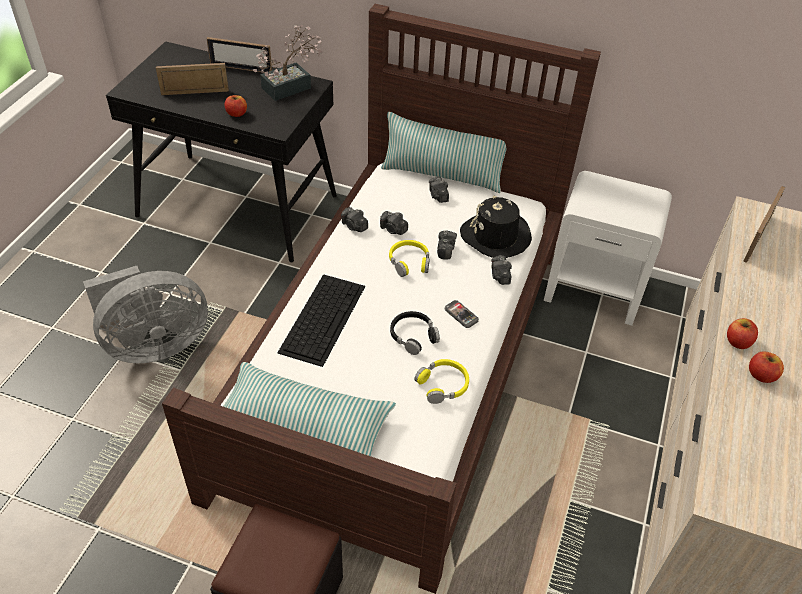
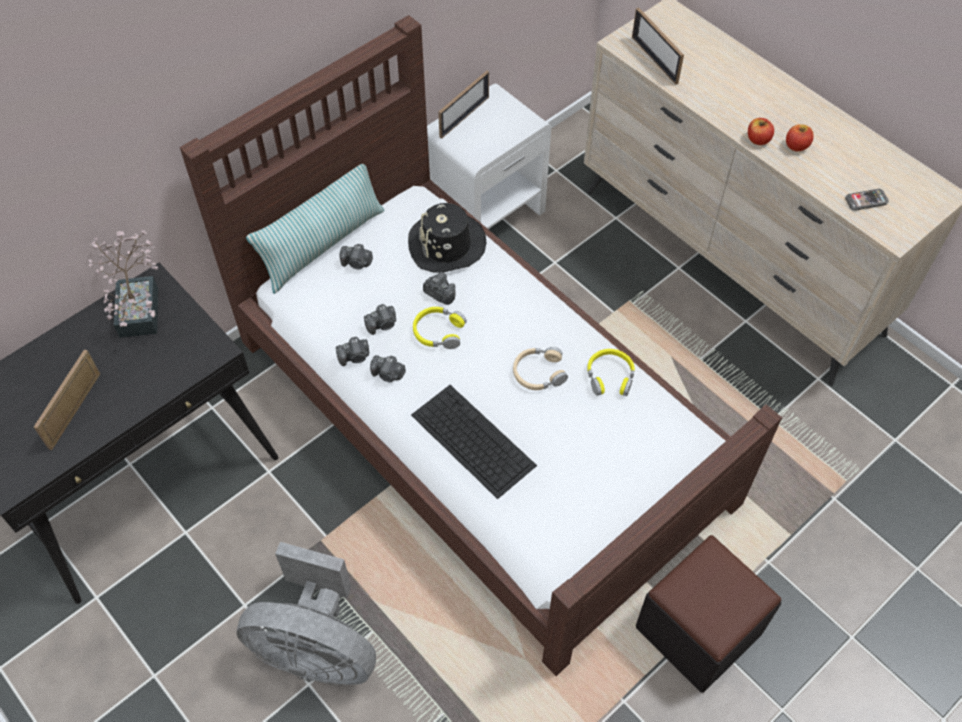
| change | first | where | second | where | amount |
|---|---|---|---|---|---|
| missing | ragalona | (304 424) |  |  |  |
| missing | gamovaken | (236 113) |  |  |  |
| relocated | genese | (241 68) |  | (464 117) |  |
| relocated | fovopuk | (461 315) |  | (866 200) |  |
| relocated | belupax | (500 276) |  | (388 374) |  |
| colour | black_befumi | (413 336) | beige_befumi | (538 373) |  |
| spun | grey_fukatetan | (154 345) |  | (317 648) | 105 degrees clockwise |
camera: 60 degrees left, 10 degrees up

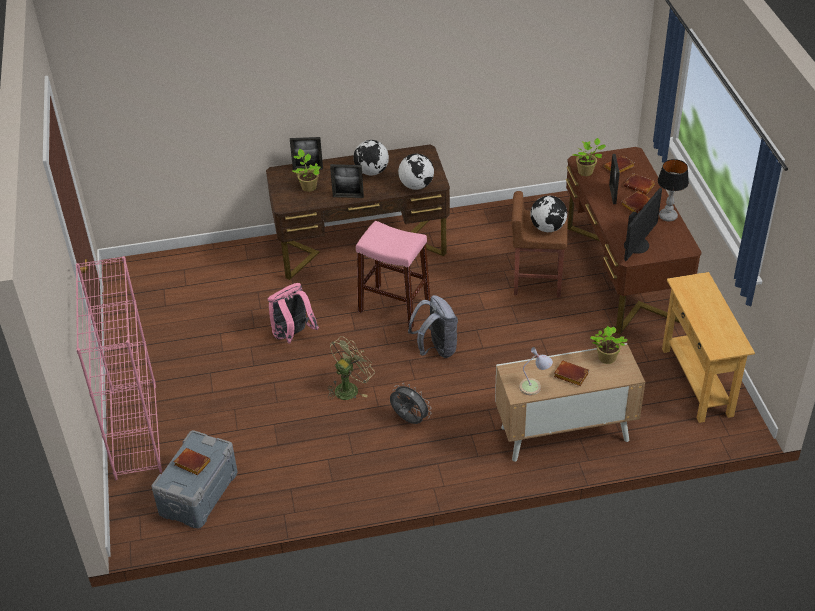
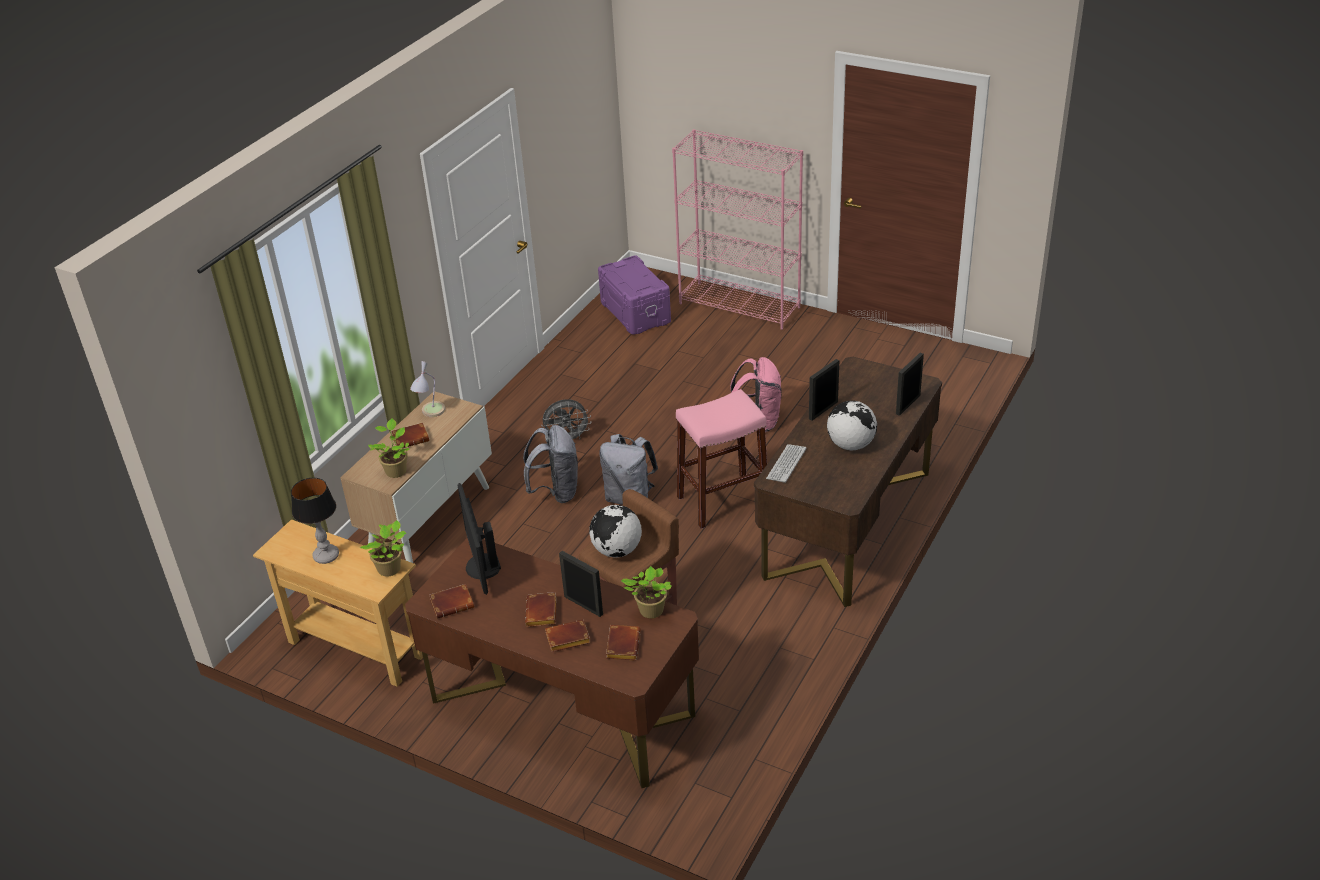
| change | first | where | second | where | amount |
|---|---|---|---|---|---|
| missing | green_fukatetan | (349 388) |  |  |  |
| appeared |  |  | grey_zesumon | (556 492) |  |
| relocated | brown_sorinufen | (191 464) |  | (453 603) |  |
| relocated | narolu | (308 186) |  | (391 569) |  |
| relocated | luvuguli | (668 216) |  | (326 556) |  |
| exchanged | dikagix | (416 186) | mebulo | (786 464) |  |
| colour | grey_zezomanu | (199 493) | purple_zezomanu | (634 313) |  |
camera: 130 degrees right, 5 degrees down

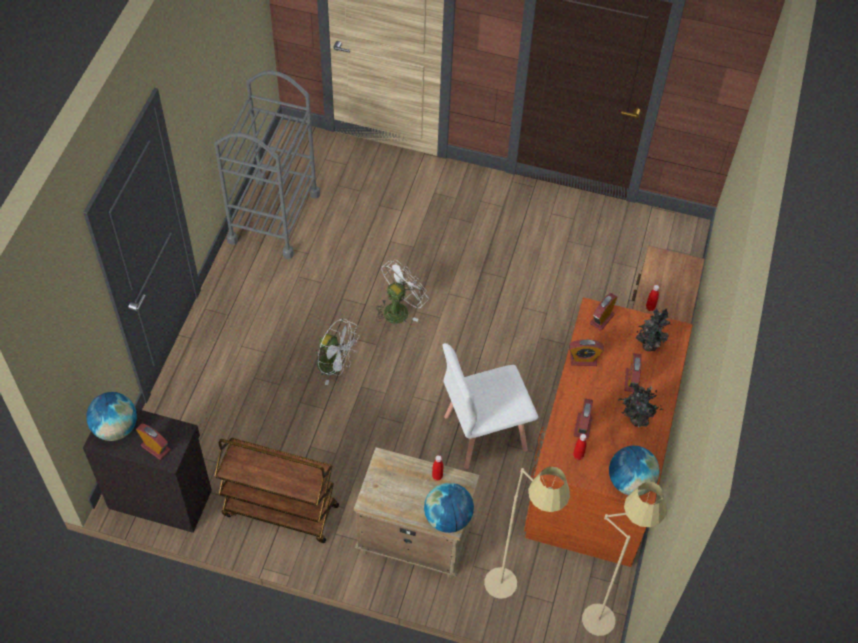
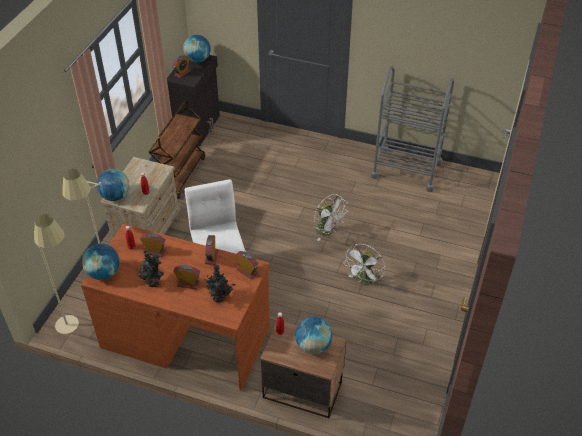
| change | first | where | second | where | amount |
|---|---|---|---|---|---|
| appeared |  |  | dikagix | (313 346) |  |
| relocated | white_fukatetan | (336 366) |  | (364 281) |  |
camera: 95 degrees right, 10 degrees down

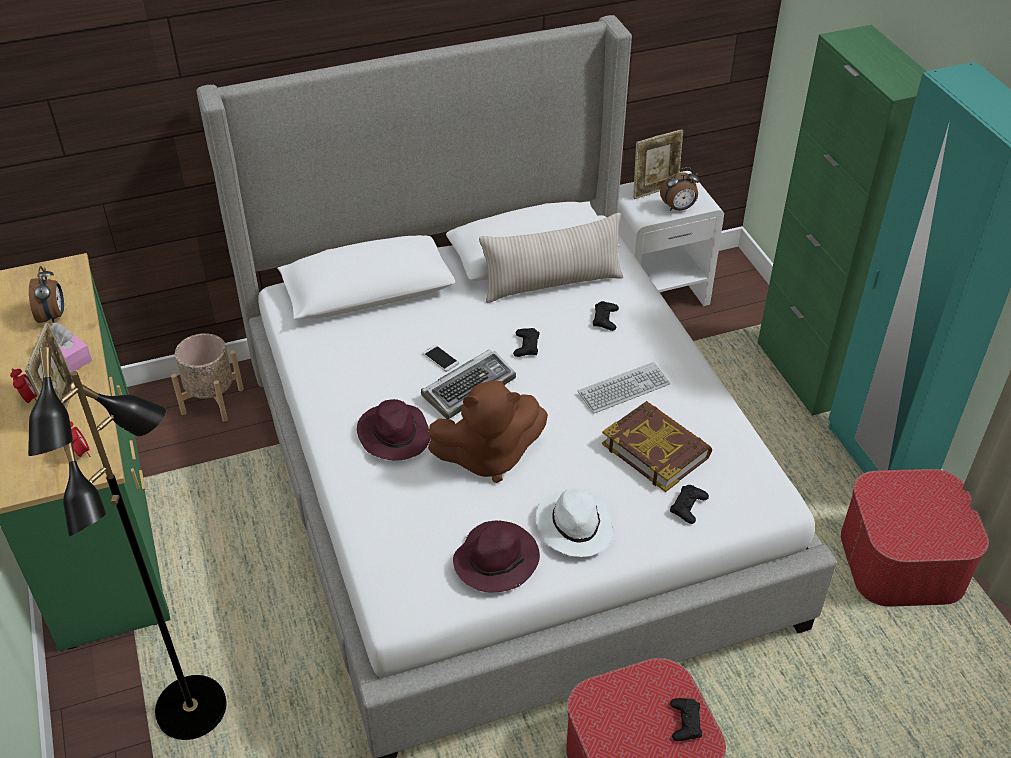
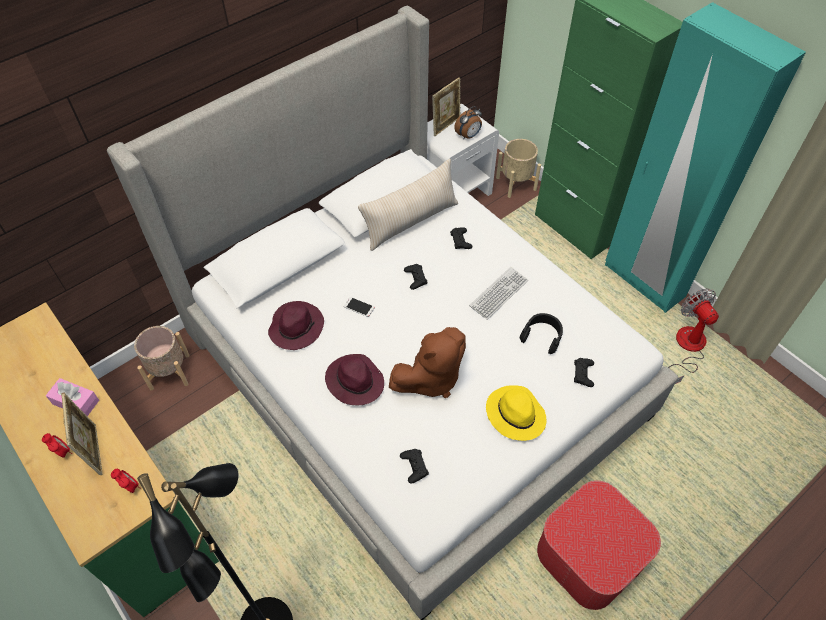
| change | first | where | second | where | amount |
|---|---|---|---|---|---|
| missing | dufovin | (53 316) |  |  |  |
| missing | mebulo | (469 388) |  |  |  |
| appeared |  |  | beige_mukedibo | (516 184) |  |
| relocated | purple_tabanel | (497 559) |  | (296 327) |  |
| relocated | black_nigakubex | (685 722) |  | (414 466) |  |
| exchanged | sorinufen | (656 450) | black_befumi | (542 336) |  |
| exchanged | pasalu | (901 561) | fukatetan | (687 348) |  |
| colour | white_tabanel | (574 526) | yellow_tabanel | (514 414) |  |
camera: 20 degrees left, 10 degrees up

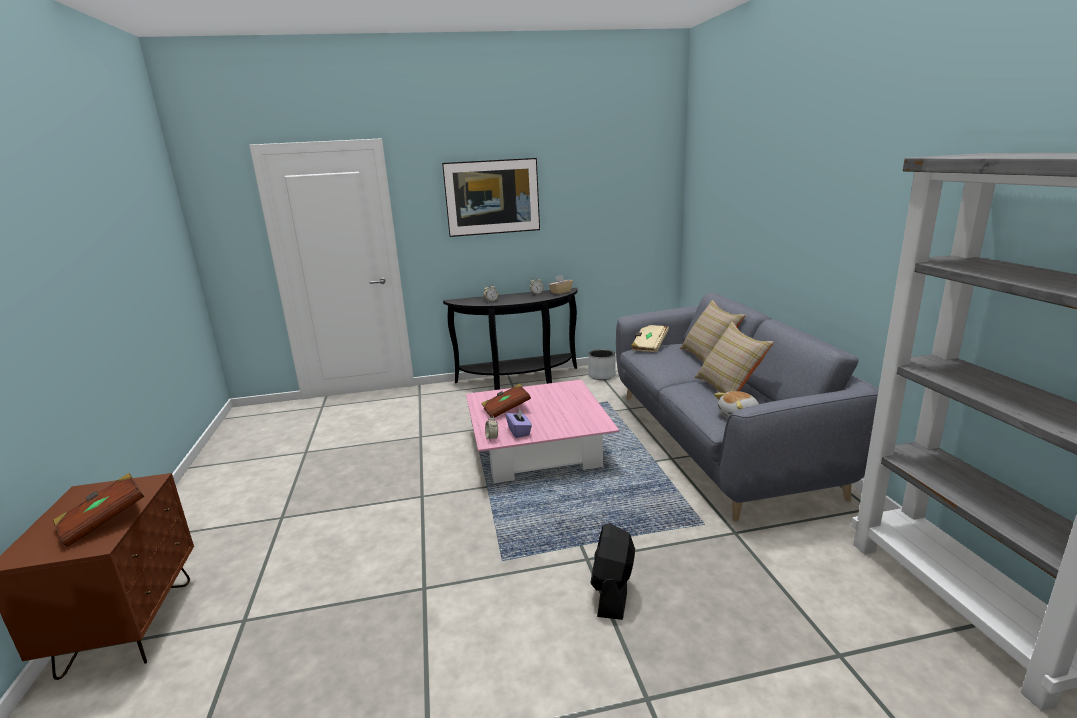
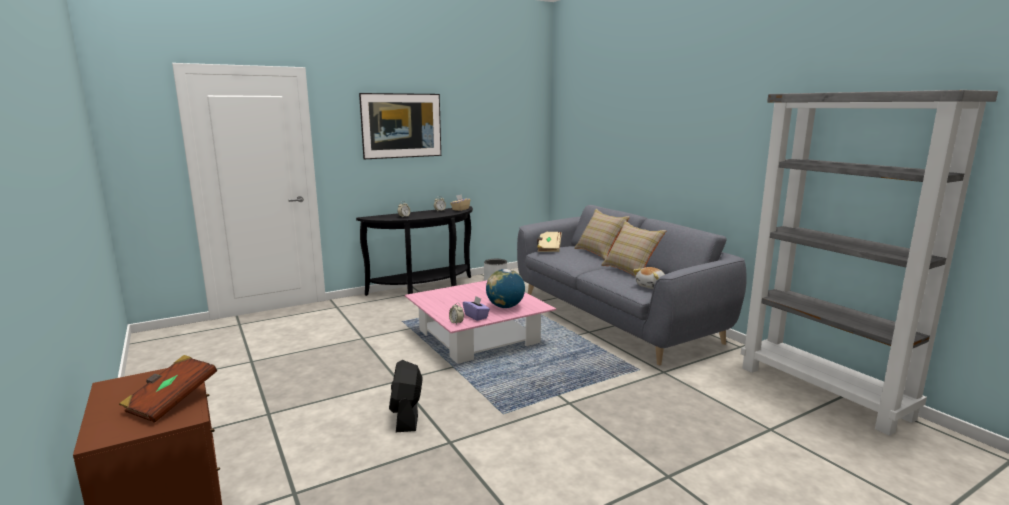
| change | first | where | second | where | amount |
|---|---|---|---|---|---|
| missing | brown_sorinufen | (506 410) |  |  |  |
| appeared |  |  | dikagix | (505 307) |  |
| relocated | black_fukatetan | (612 592) |  | (406 416) |  |
camera: 20 degrees left, 5 degrees down

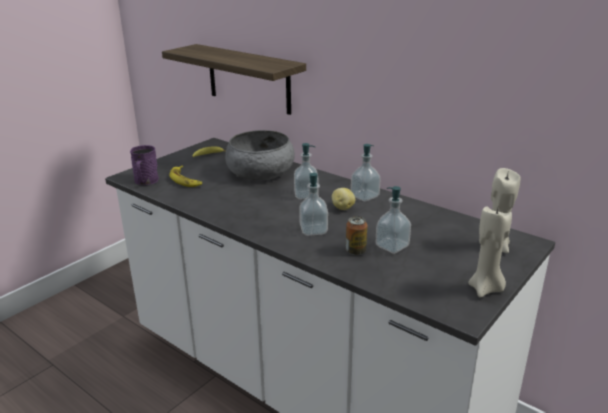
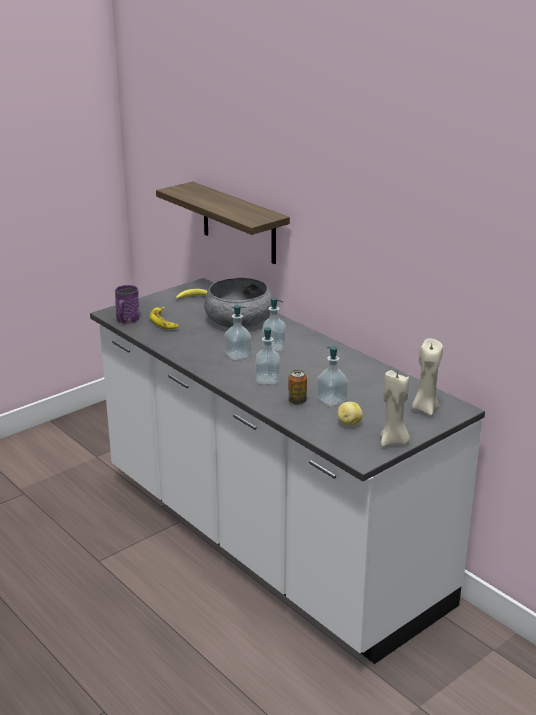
| change | first | where | second | where | amount |
|---|---|---|---|---|---|
| relocated | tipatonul | (342 208) |  | (349 423) |  |
| relocated | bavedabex | (364 196) |  | (238 355) |  |
camera: 10 degrees right, 0 degrees up

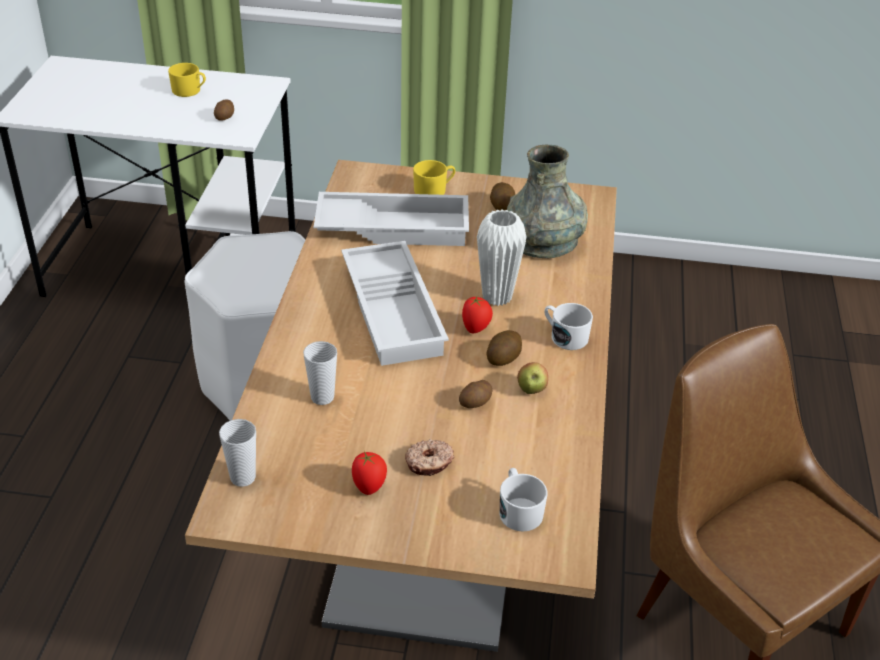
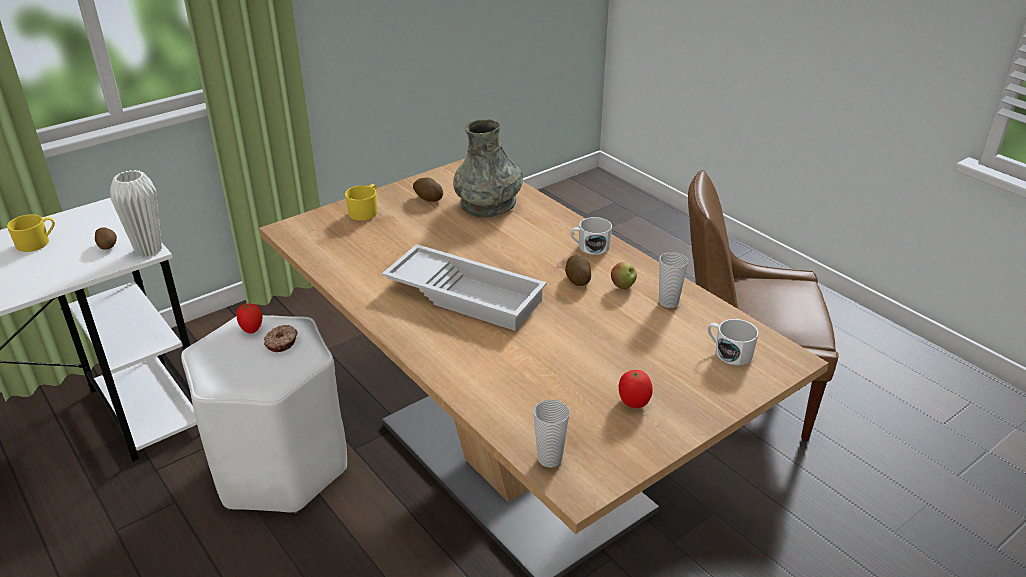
| change | first | where | second | where | amount |
|---|---|---|---|---|---|
| missing | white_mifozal | (394 226) |  |  |  |
| missing | tipatonul | (475 403) |  |  |  |
| relocated | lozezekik | (322 397) |  | (668 302) |  |
| relocated | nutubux | (429 463) |  | (282 343) |  |
| relocated | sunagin | (476 328) |  | (252 329) |  |
| relocated | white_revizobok | (497 297) |  | (148 250) |  |
camera: 45 degrees left, 5 degrees down

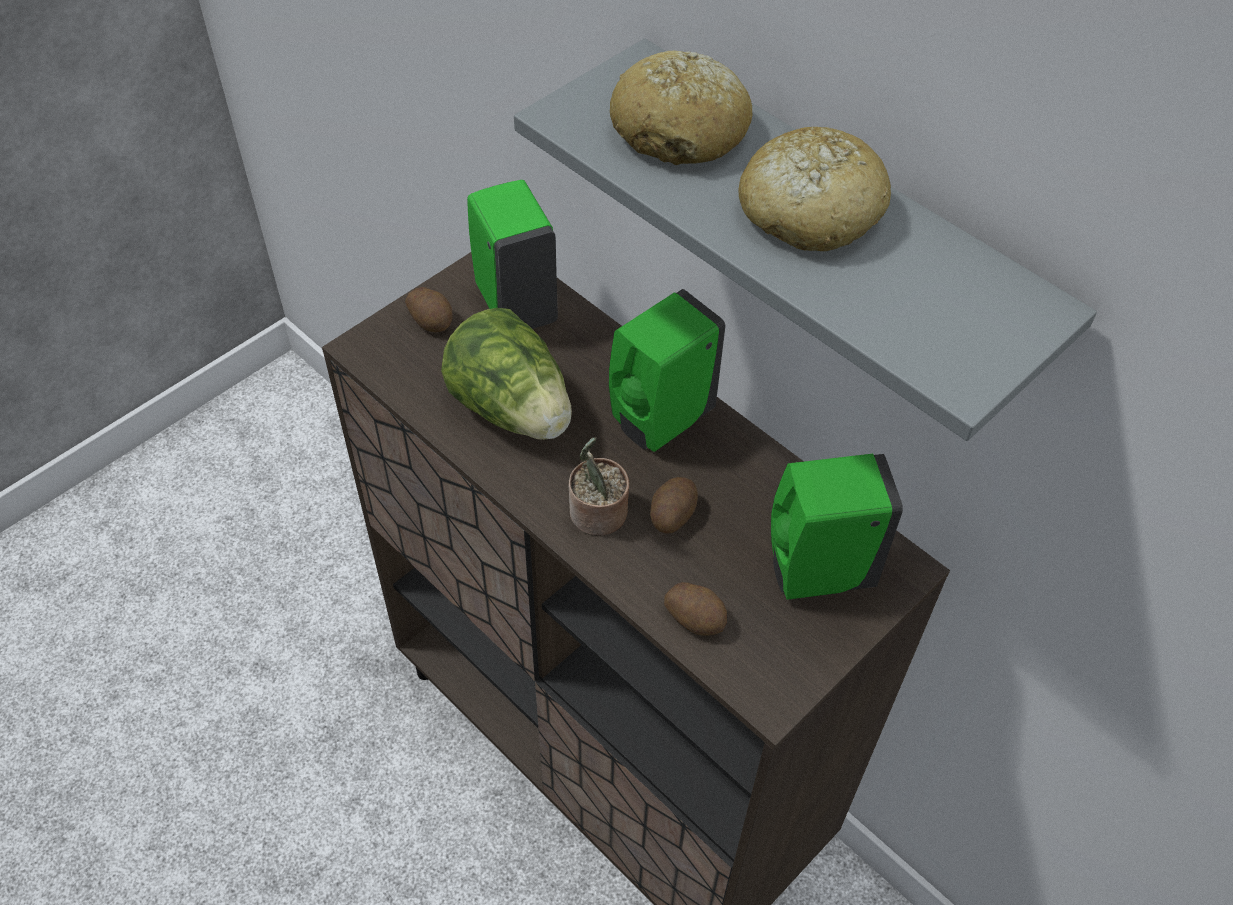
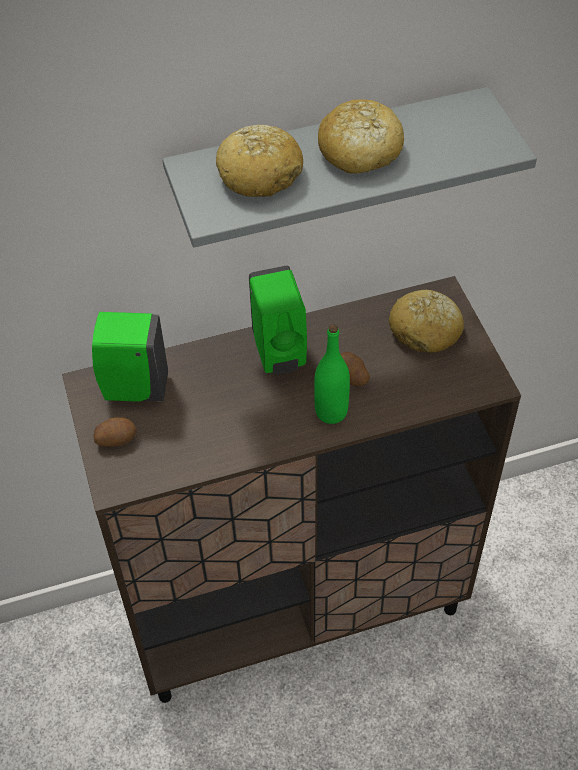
| change | first | where | second | where | amount |
|---|---|---|---|---|---|
| missing | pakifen | (512 409) |  |  |  |
| missing | tipatonul | (695 617) |  |  |  |
| exchanged | narolu | (597 515) | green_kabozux | (331 412) |  |
| exchanged | green_bavedabex | (814 572) | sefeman | (425 331) |  |
camera: 60 degrees left, 0 degrees up

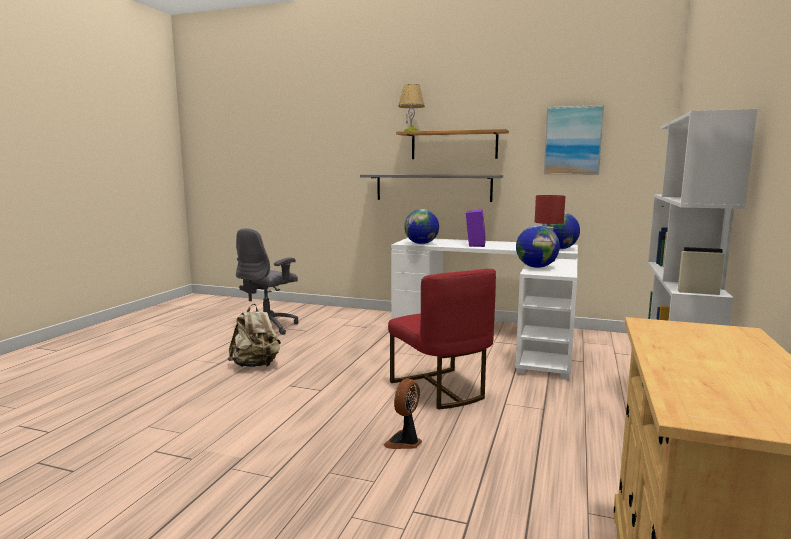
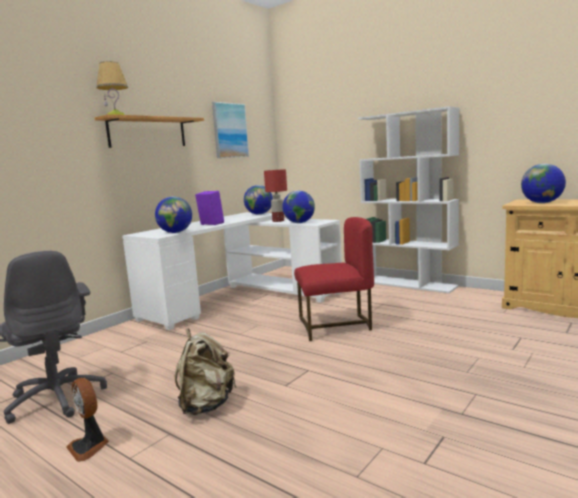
| change | first | where | second | where | amount |
|---|---|---|---|---|---|
| missing | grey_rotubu | (433 187) |  |  |  |
| appeared |  |  | dikagix | (542 203) |  |
| relocated | fukatetan | (404 442) |  | (89 446) |  |
camera: 70 degrees left, 0 degrees up

